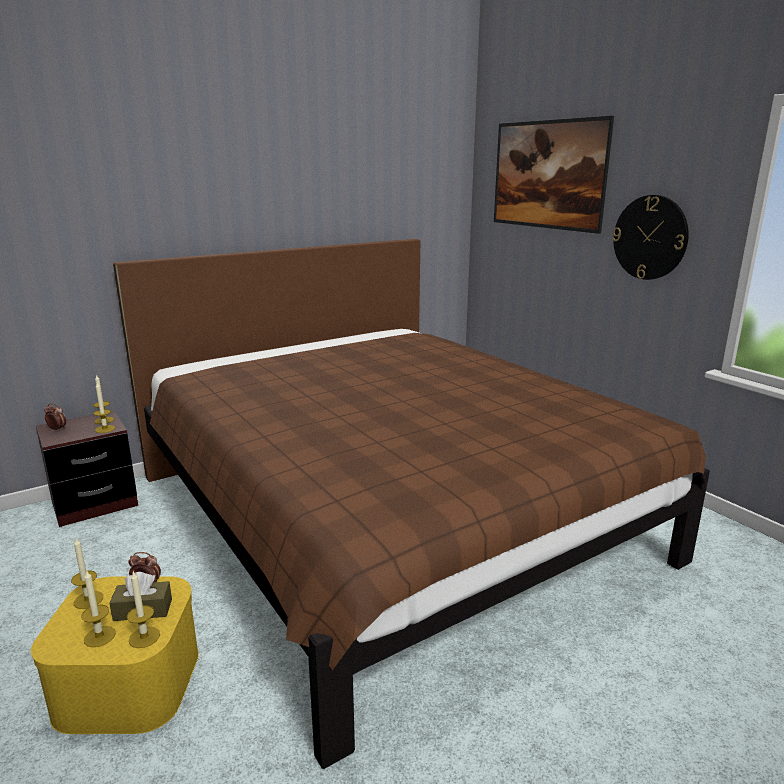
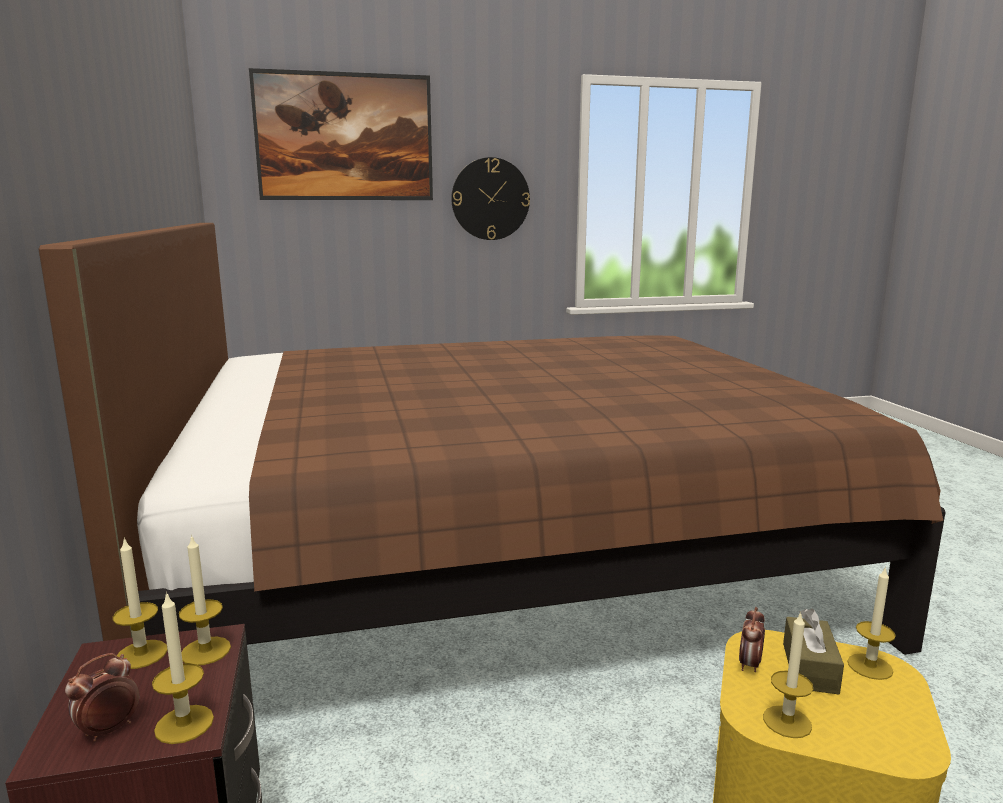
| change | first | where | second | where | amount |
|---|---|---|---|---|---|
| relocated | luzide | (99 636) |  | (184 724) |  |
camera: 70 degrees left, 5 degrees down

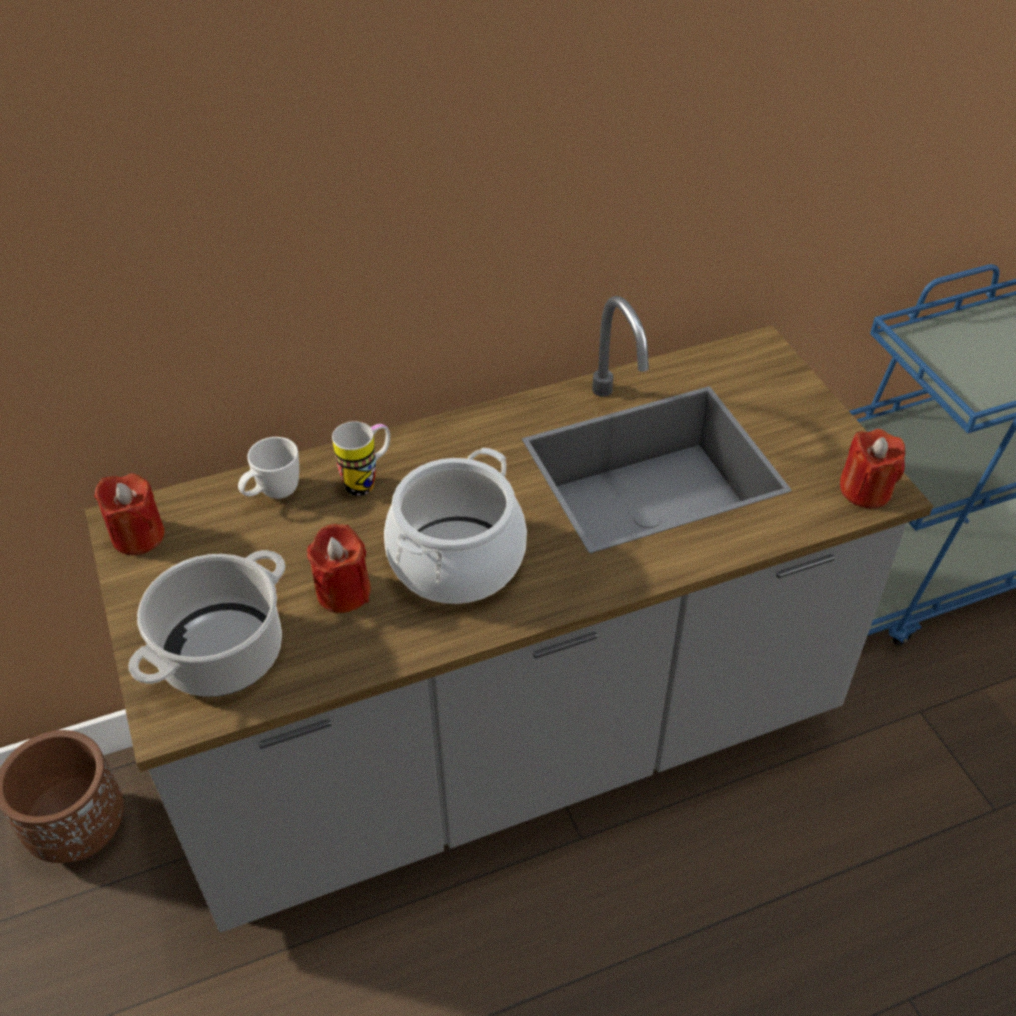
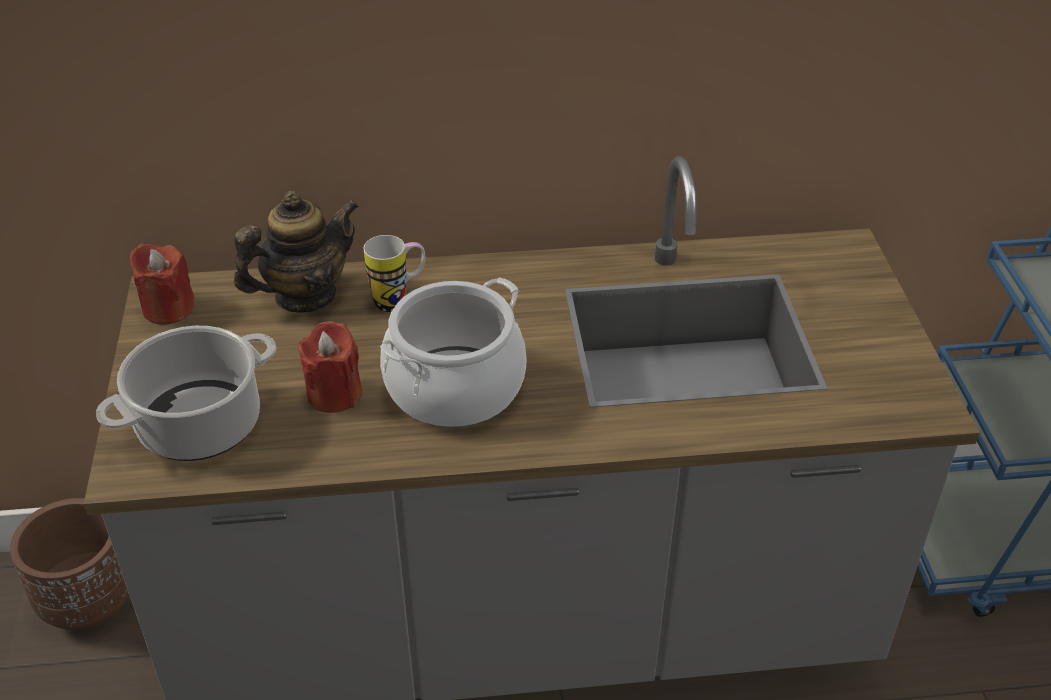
| change | first | where | second | where | amount |
|---|---|---|---|---|---|
| missing | red_luzide | (865 490) |  |  |  |
| exchanged | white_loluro | (272 494) | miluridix | (305 295) |  |
camera: 15 degrees right, 5 degrees down

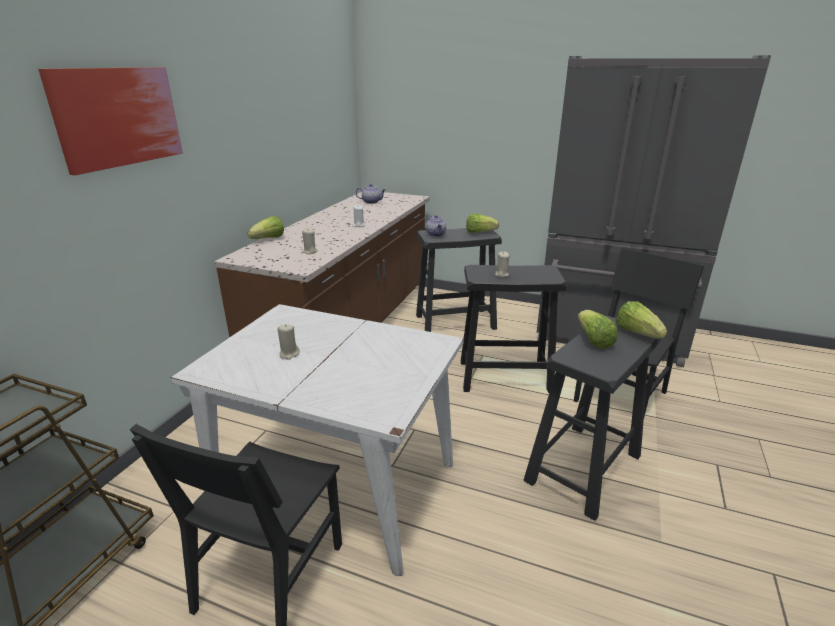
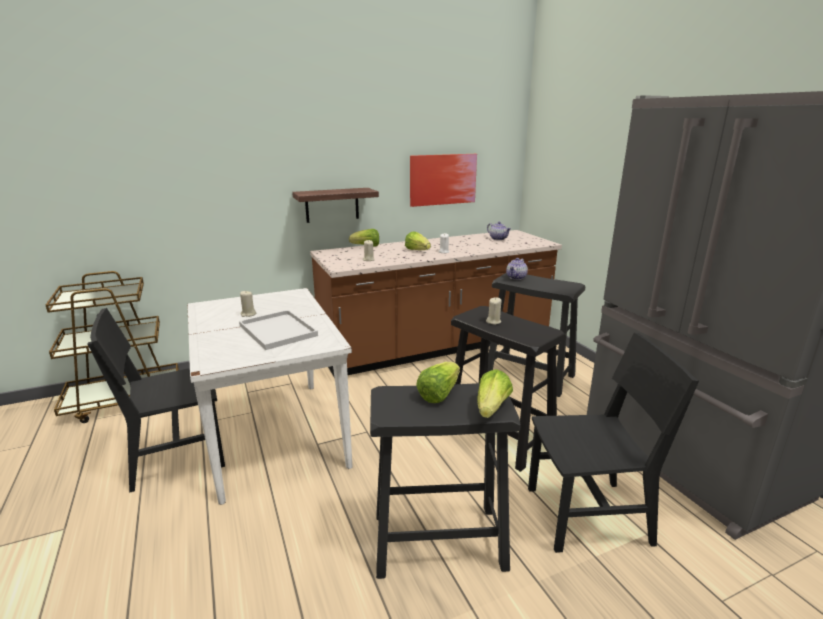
| change | first | where | second | where | amount |
|---|---|---|---|---|---|
| appeared |  |  | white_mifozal | (276 330) |  |
| appeared |  |  | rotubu | (332 205) |  |
| relocated | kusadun | (118 117) |  | (442 179) |  |
| relocated | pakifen | (479 232) |  | (417 251) |  |
camera: 45 degrees right, 5 degrees down

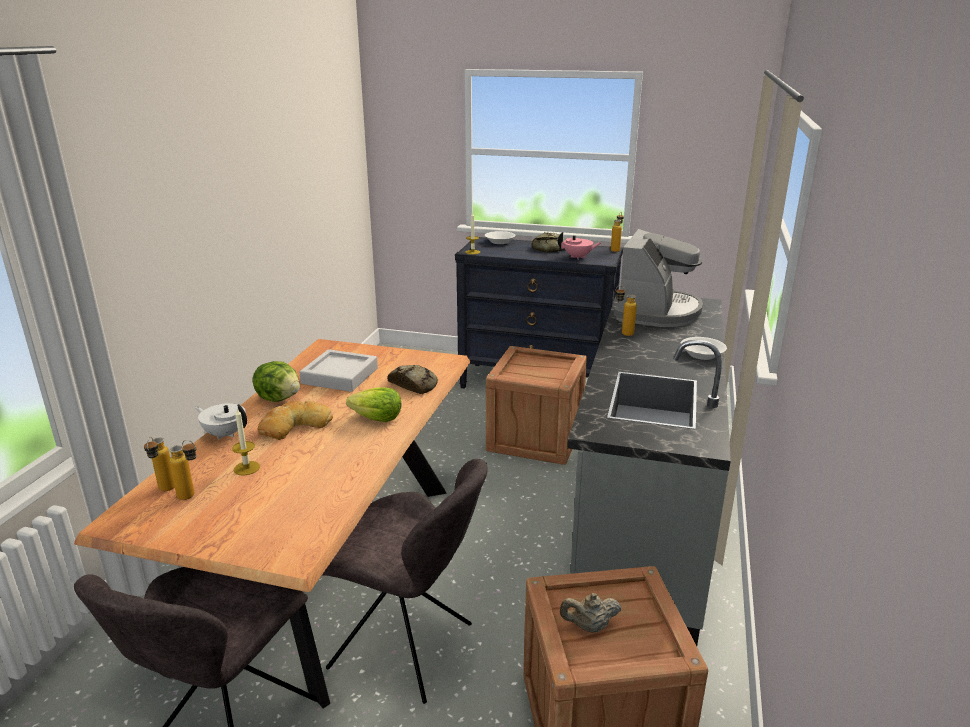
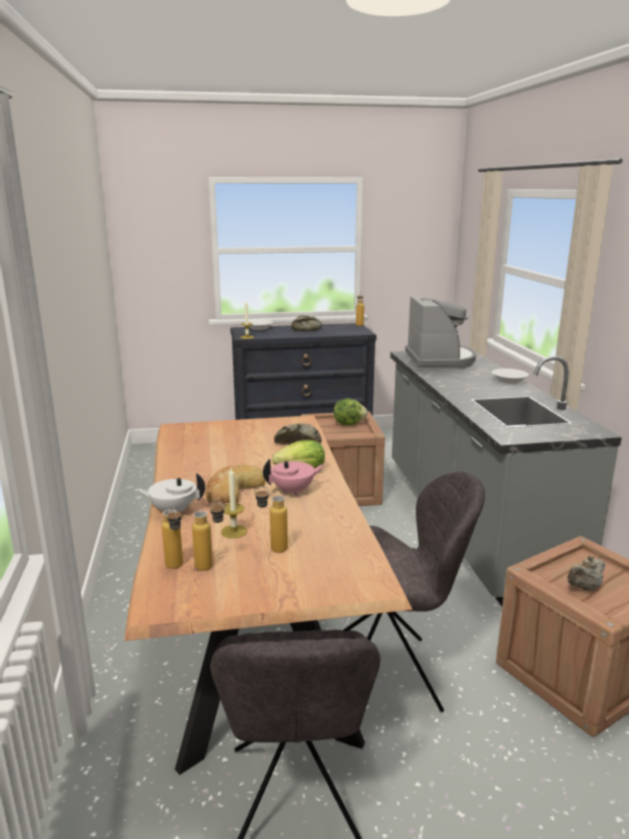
| change | first | where | second | where | amount |
|---|---|---|---|---|---|
| missing | grey_mifozal | (340 376) |  |  |  |
| relocated | pakifen | (279 398) |  | (349 424) |  |
| relocated | pink_miluridix | (578 257) |  | (293 491) |  |
| relocated | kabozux | (622 333) |  | (272 548) |  |
camera: 25 degrees left, 5 degrees down

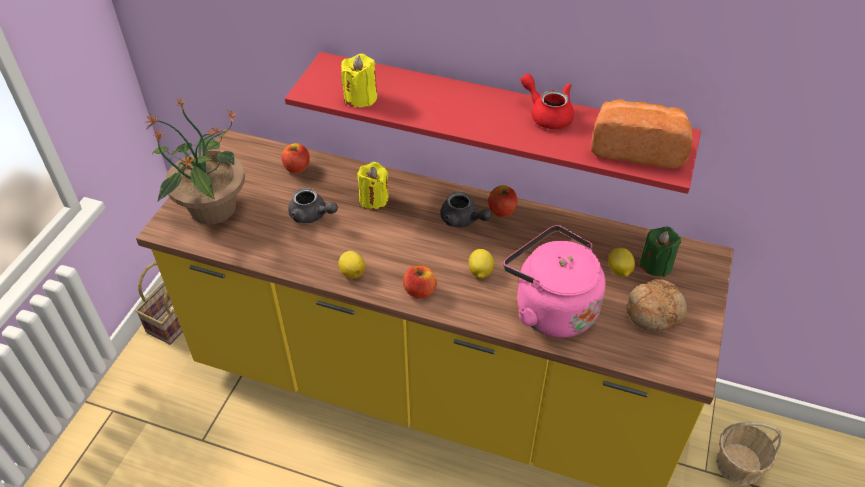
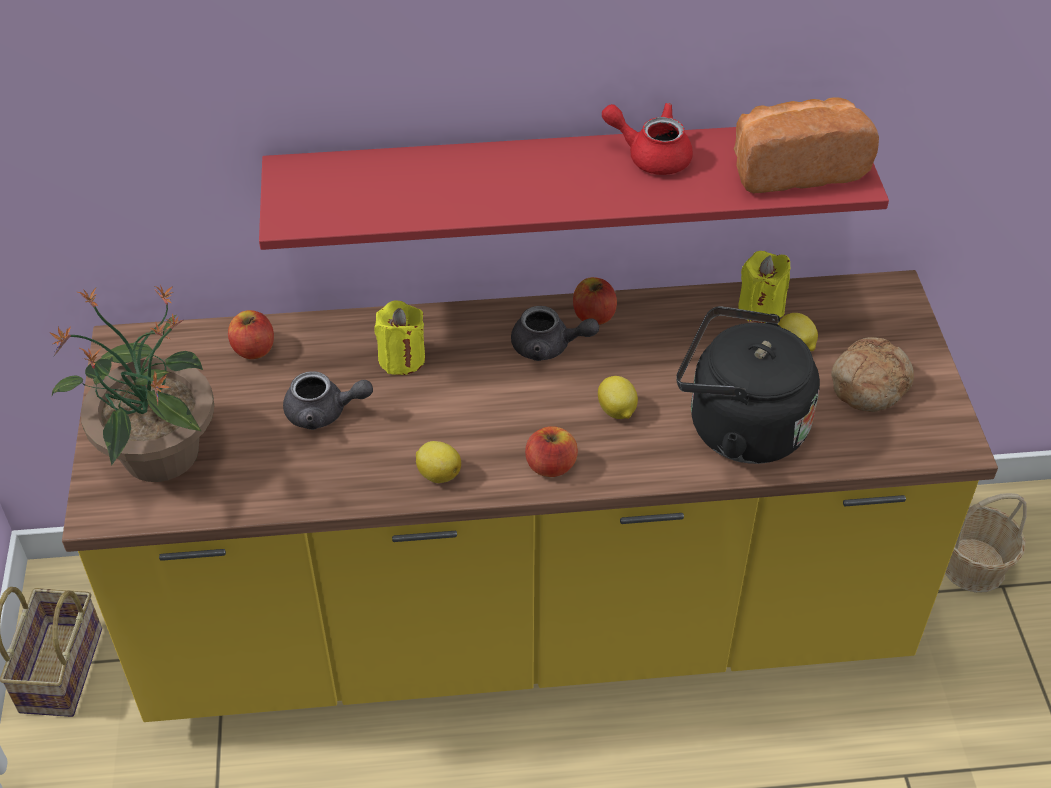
| change | first | where | second | where | amount |
|---|---|---|---|---|---|
| missing | green_luzide | (656 264) |  |  |  |
| relocated | yellow_luzide | (360 97) |  | (761 308) |  |
| colour | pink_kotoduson | (550 308) | black_kotoduson | (738 427) |  |
camera: 25 degrees left, 0 degrees up

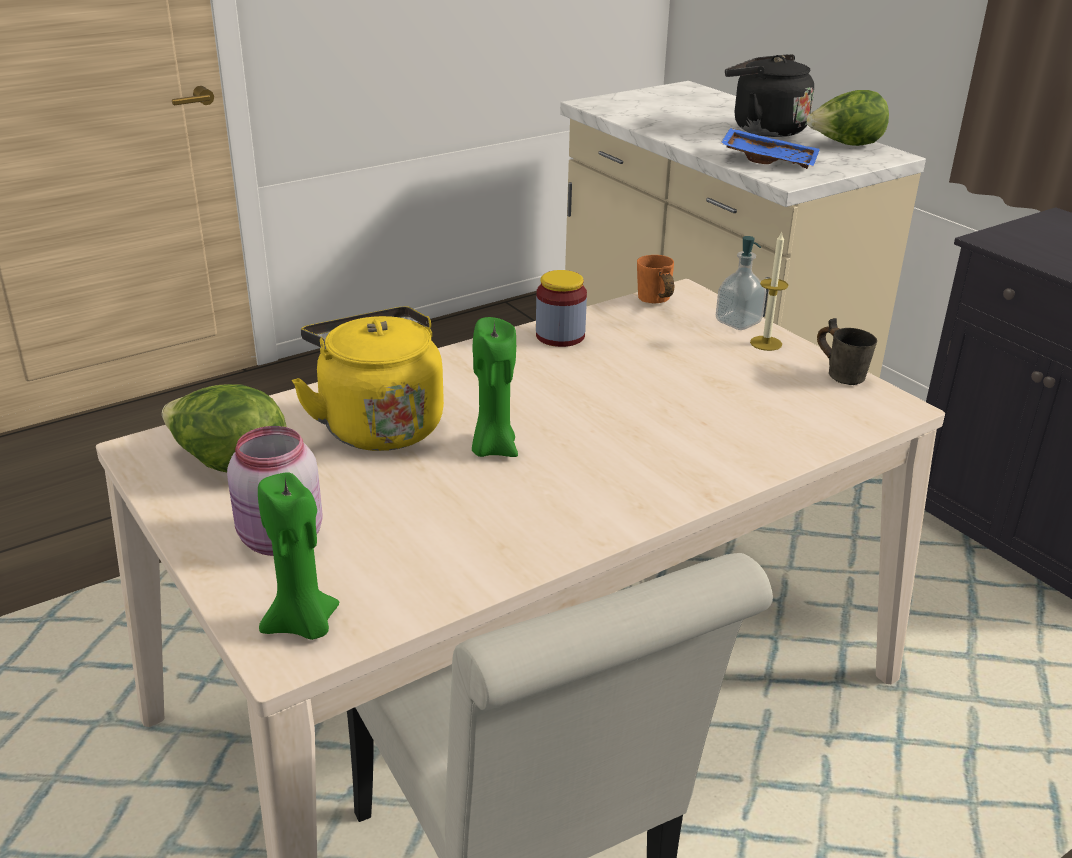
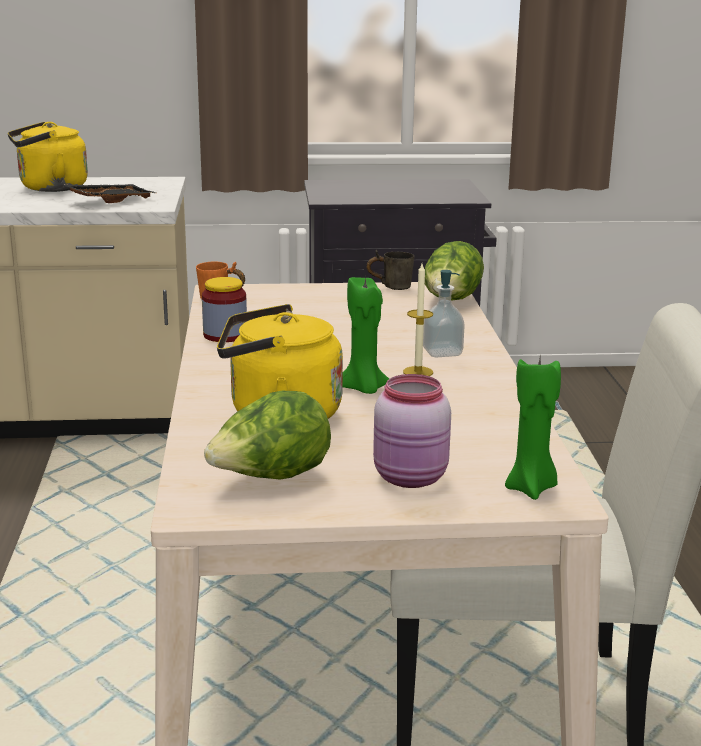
| change | first | where | second | where | amount |
|---|---|---|---|---|---|
| relocated | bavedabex | (738 322) |  | (442 352) |  |
| relocated | luzide | (766 343) |  | (418 372) |  |
| relocated | pakifen | (845 145) |  | (451 301) |  |
| colour | blue_mifozal | (769 160) | black_mifozal | (110 200) |  |
| colour | black_kotoduson | (764 129) | yellow_kotoduson | (49 188) |  |
camera: 60 degrees left, 10 degrees down

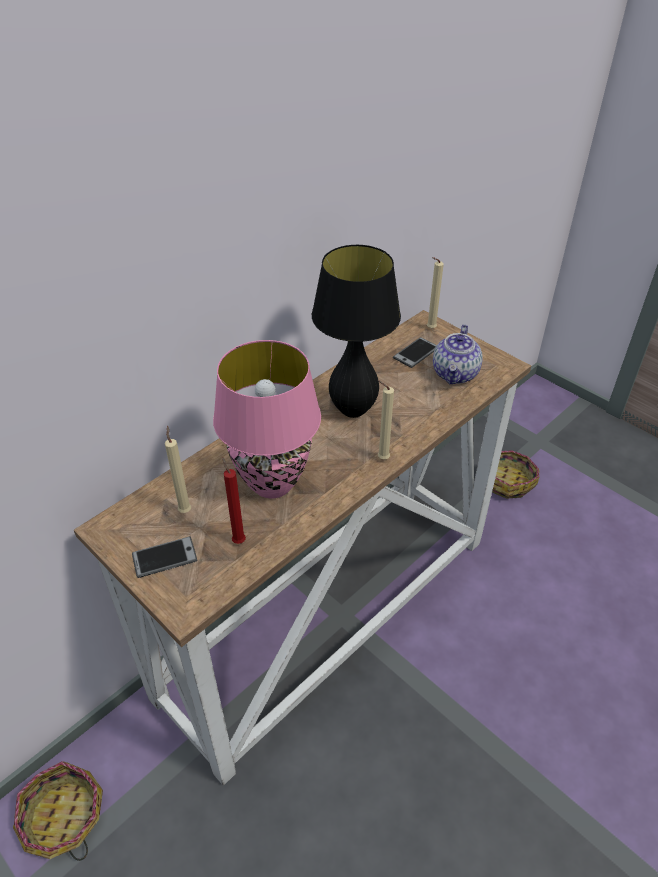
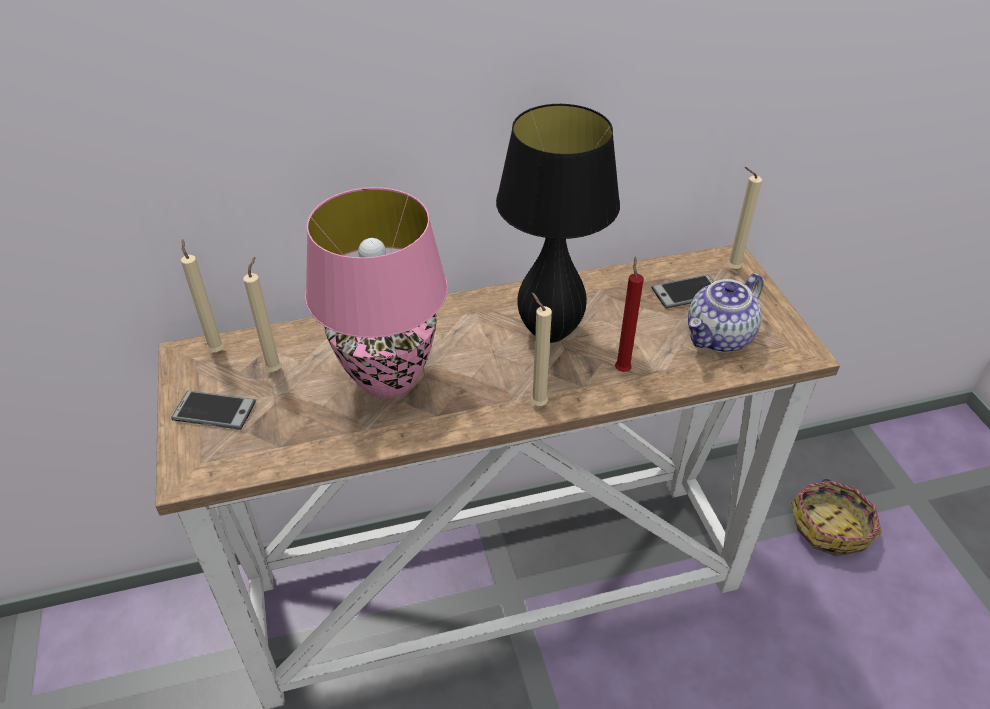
| change | first | where | second | where | amount |
|---|---|---|---|---|---|
| missing | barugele | (63 817) |  |  |  |
| appeared |  |  | beige_luzide | (217 350) |  |
| relocated | red_luzide | (238 540) |  | (622 369) |  |
camera: 30 degrees right, 0 degrees up

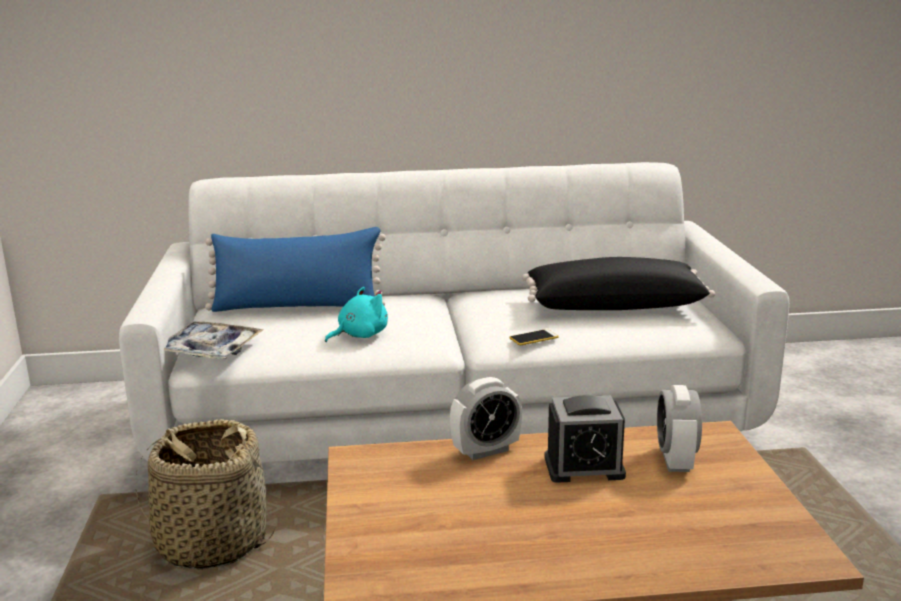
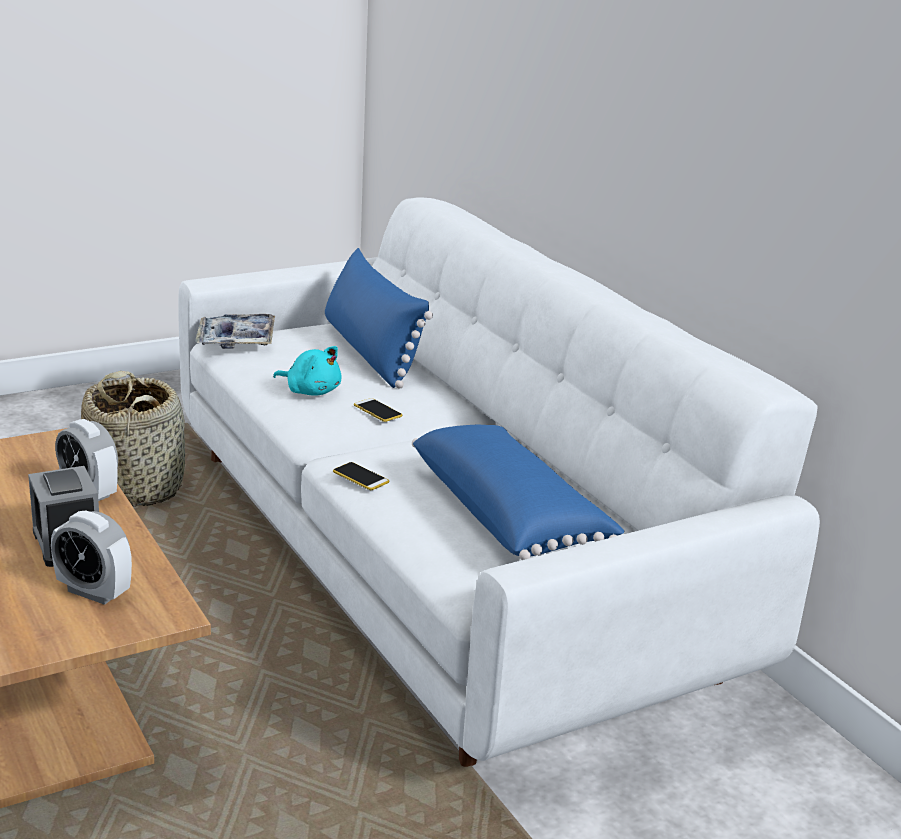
| change | first | where | second | where | amount |
|---|---|---|---|---|---|
| appeared |  |  | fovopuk | (377 411) |  |
| colour | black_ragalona | (614 305) | blue_ragalona | (509 515) |  |
| spun | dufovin | (675 461) |  | (93 592) | 135 degrees counterclockwise |
camera: 65 degrees right, 5 degrees up

